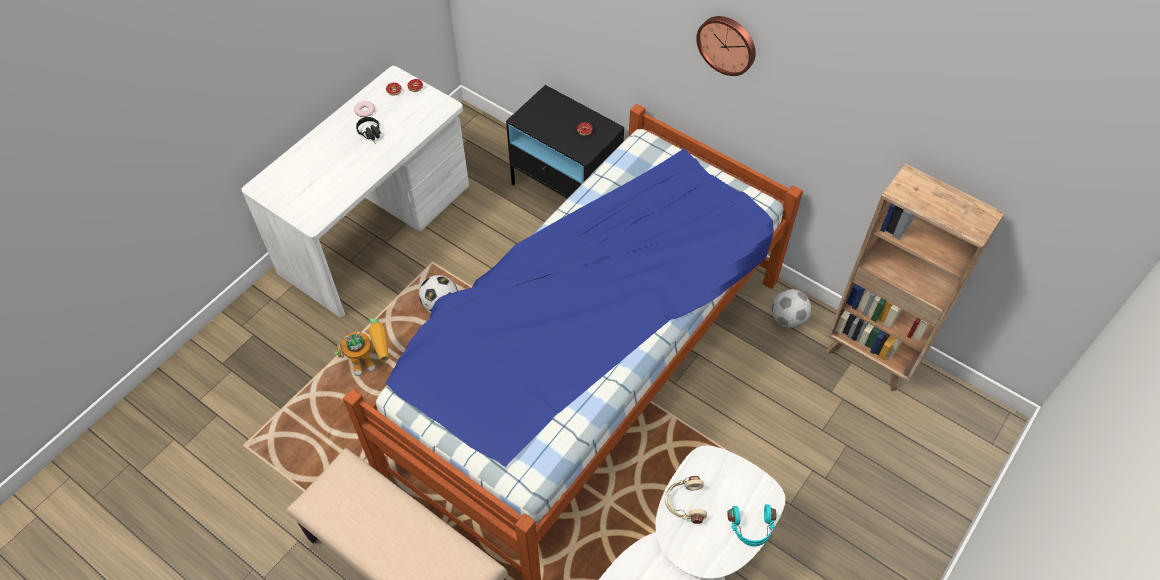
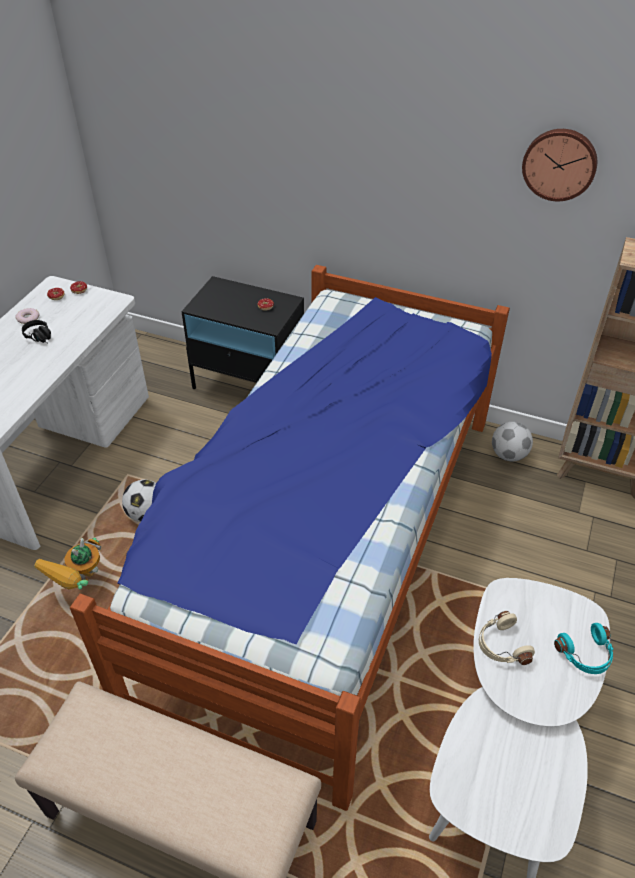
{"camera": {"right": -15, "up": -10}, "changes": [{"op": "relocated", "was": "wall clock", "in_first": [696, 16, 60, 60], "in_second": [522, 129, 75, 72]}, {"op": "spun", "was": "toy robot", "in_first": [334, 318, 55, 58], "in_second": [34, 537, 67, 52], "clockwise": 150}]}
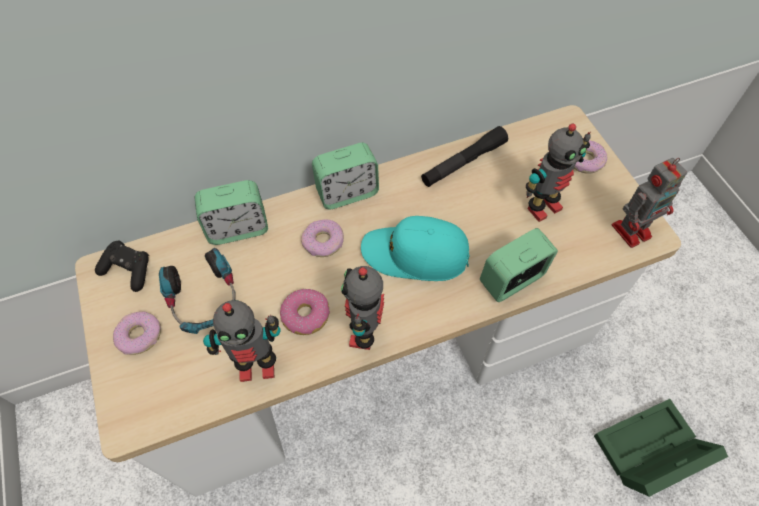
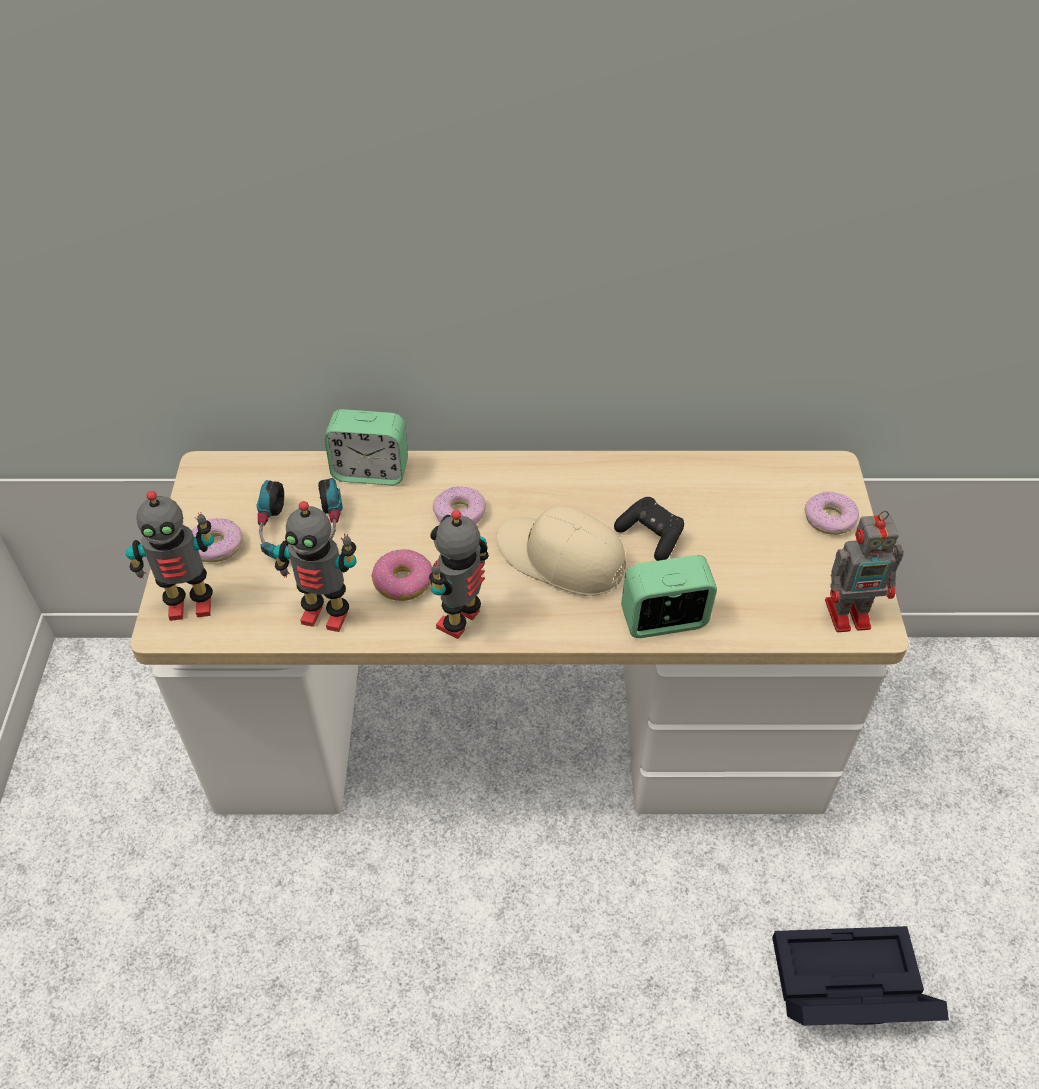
{"camera": {"right": 20, "up": -10}, "changes": [{"op": "relocated", "was": "toy robot", "in_first": [526, 123, 65, 99], "in_second": [126, 491, 88, 130]}, {"op": "missing", "was": "black flashlight", "in_first": [421, 126, 87, 61]}, {"op": "missing", "was": "alarm clock", "in_first": [312, 143, 67, 66]}, {"op": "colour", "was": "turquoise cap", "now": "beige cap", "in_first": [361, 216, 108, 65], "in_second": [496, 506, 130, 90]}, {"op": "relocated", "was": "black game controller", "in_first": [95, 241, 54, 51], "in_second": [614, 497, 70, 64]}, {"op": "colour", "was": "green storage box", "now": "black storage box", "in_first": [594, 399, 134, 98], "in_second": [772, 926, 177, 100]}]}
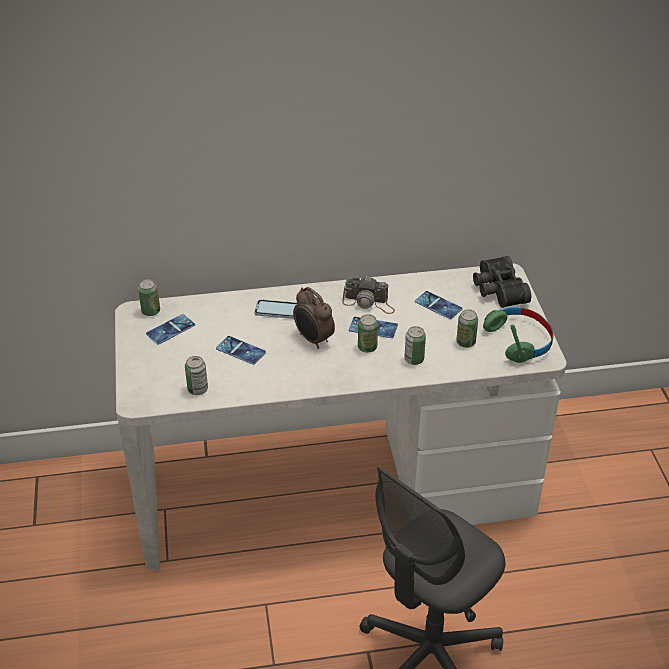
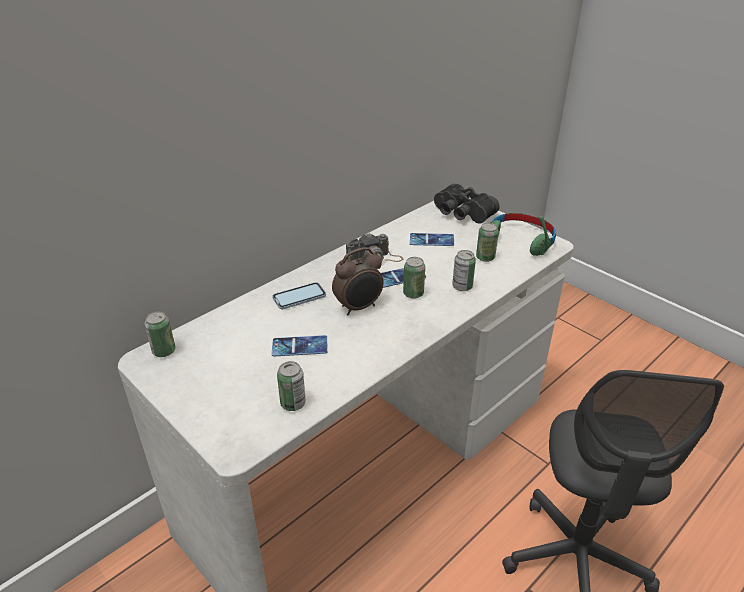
{"camera": {"right": -35, "up": -5}, "changes": [{"op": "spun", "was": "alarm clock", "in_first": [293, 287, 42, 62], "in_second": [332, 247, 52, 68], "clockwise": -45}, {"op": "missing", "was": "phone", "in_first": [146, 314, 49, 30]}]}
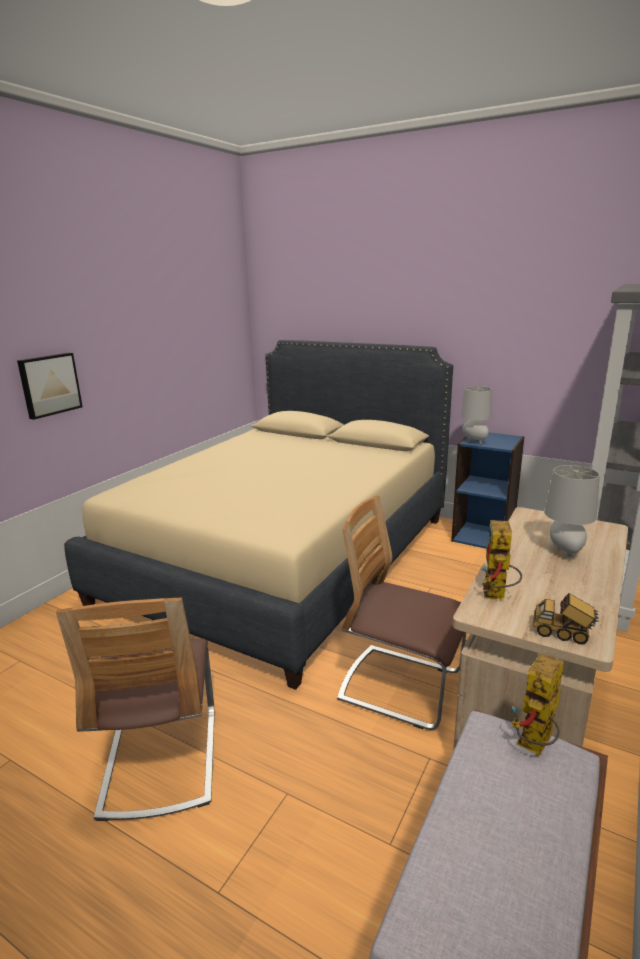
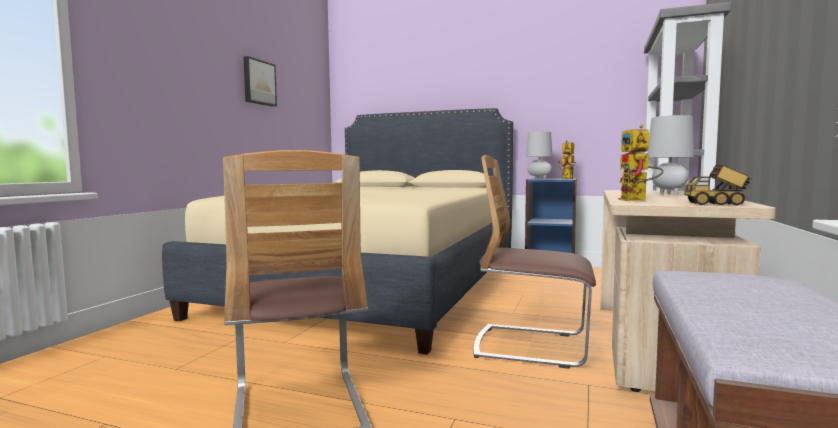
{"camera": {"right": -10, "up": -15}, "changes": [{"op": "relocated", "was": "picture", "in_first": [17, 353, 66, 67], "in_second": [243, 56, 34, 51]}, {"op": "relocated", "was": "toy robot", "in_first": [511, 653, 53, 103], "in_second": [558, 140, 18, 39]}]}
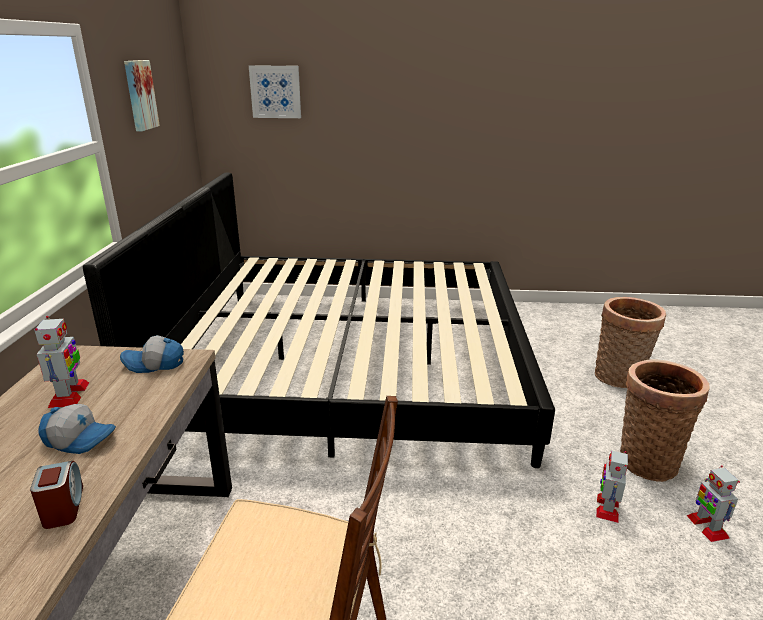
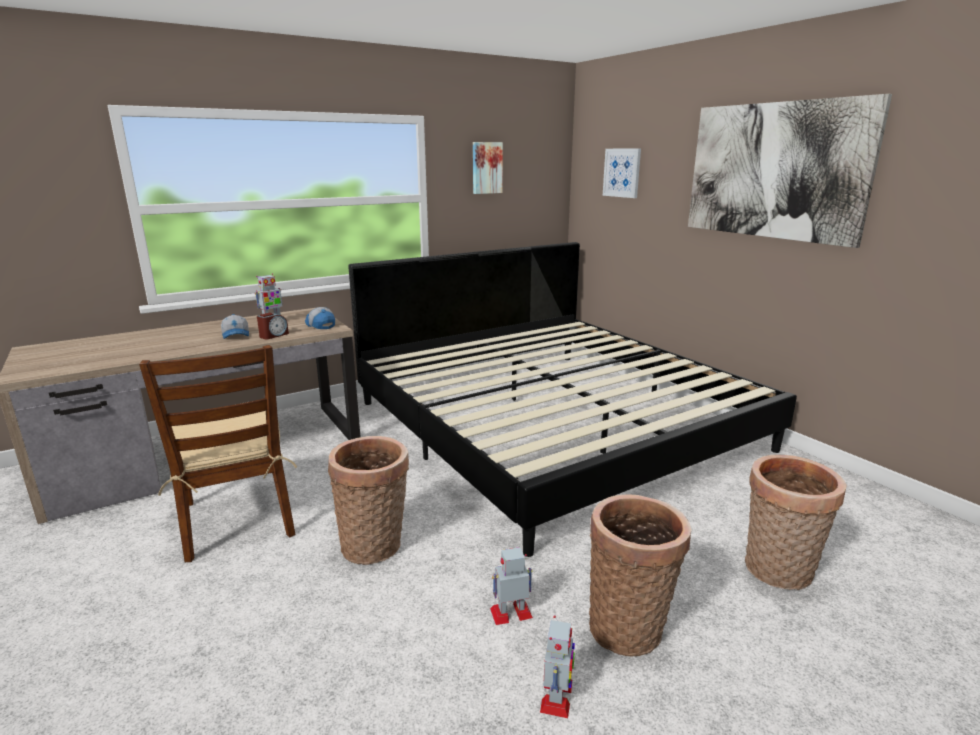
{"camera": {"right": 55, "up": -5}, "changes": [{"op": "relocated", "was": "alarm clock", "in_first": [30, 461, 53, 68], "in_second": [257, 313, 32, 26]}, {"op": "spun", "was": "toy robot", "in_first": [687, 465, 53, 77], "in_second": [540, 615, 35, 103], "clockwise": 150}, {"op": "appeared", "now": "picture", "in_second": [688, 94, 204, 154]}, {"op": "appeared", "now": "basket", "in_second": [328, 436, 81, 129]}]}
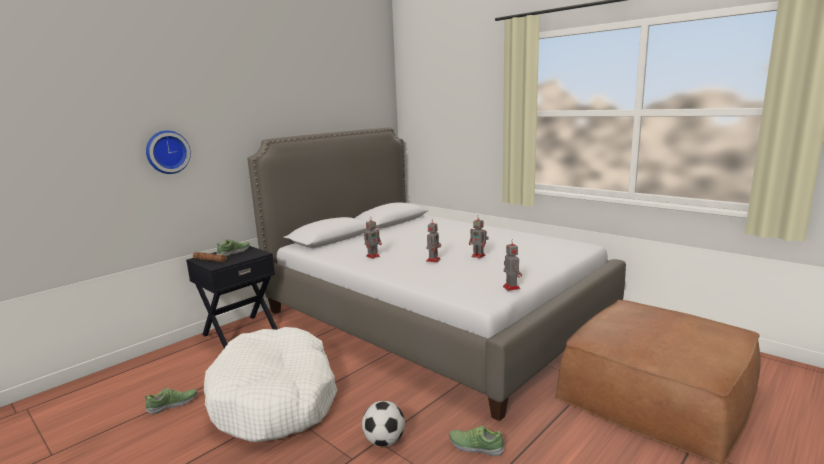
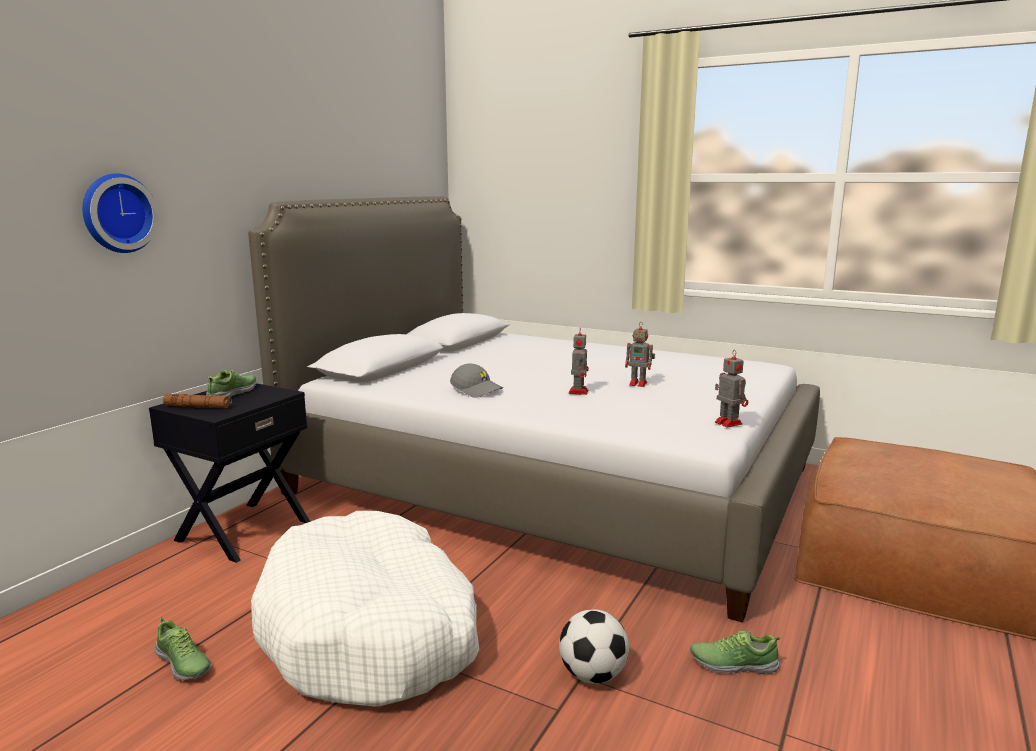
{"camera": {"right": -15, "up": 0}, "changes": [{"op": "exchanged", "was": "toy robot", "now": "grey cap", "in_first": [364, 217, 18, 42], "in_second": [450, 363, 53, 35]}, {"op": "spun", "was": "shoe", "in_first": [144, 388, 53, 26], "in_second": [154, 617, 57, 63], "clockwise": 90}]}
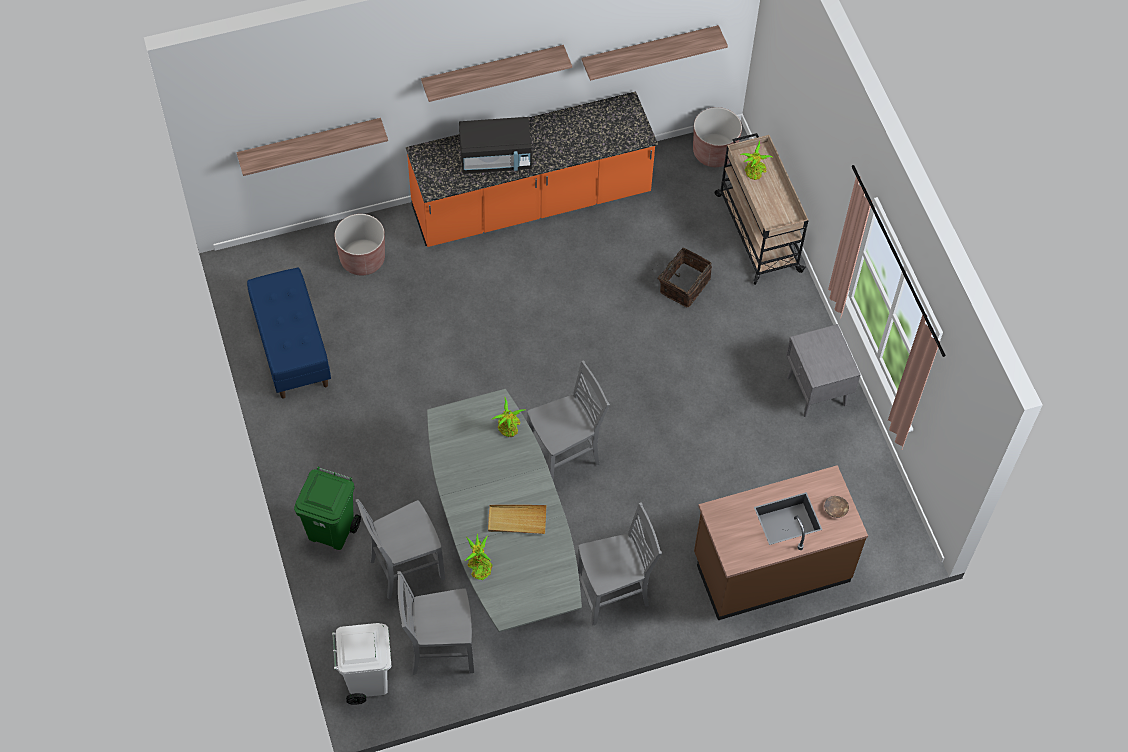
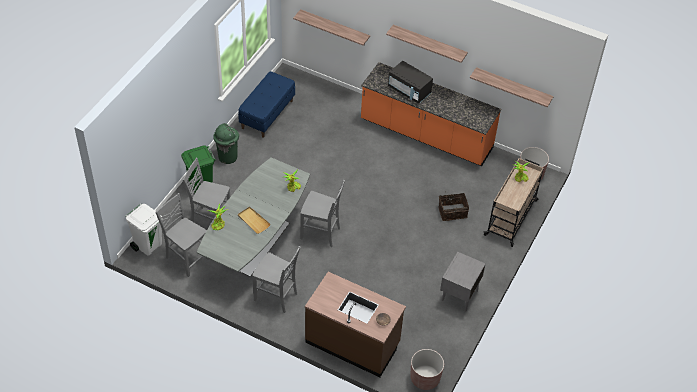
{"camera": {"right": 45, "up": -10}, "changes": [{"op": "relocated", "was": "brown planter", "in_first": [334, 214, 51, 61], "in_second": [410, 349, 34, 41]}, {"op": "appeared", "now": "green trash can", "in_second": [213, 123, 26, 41]}]}
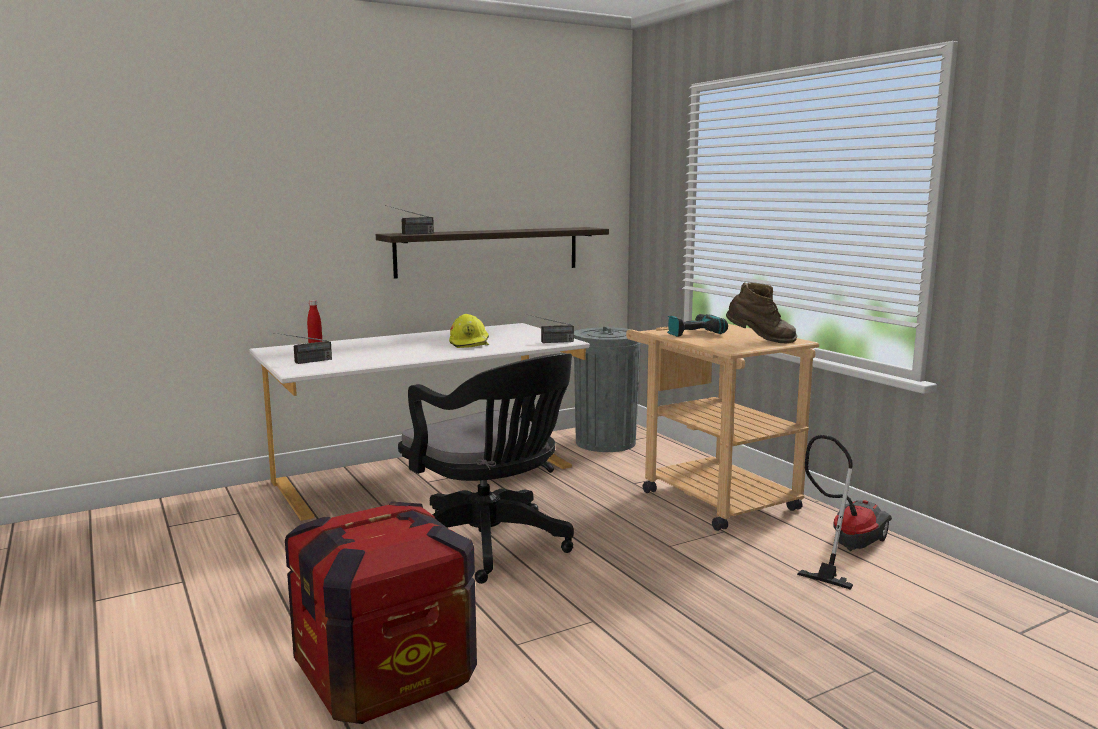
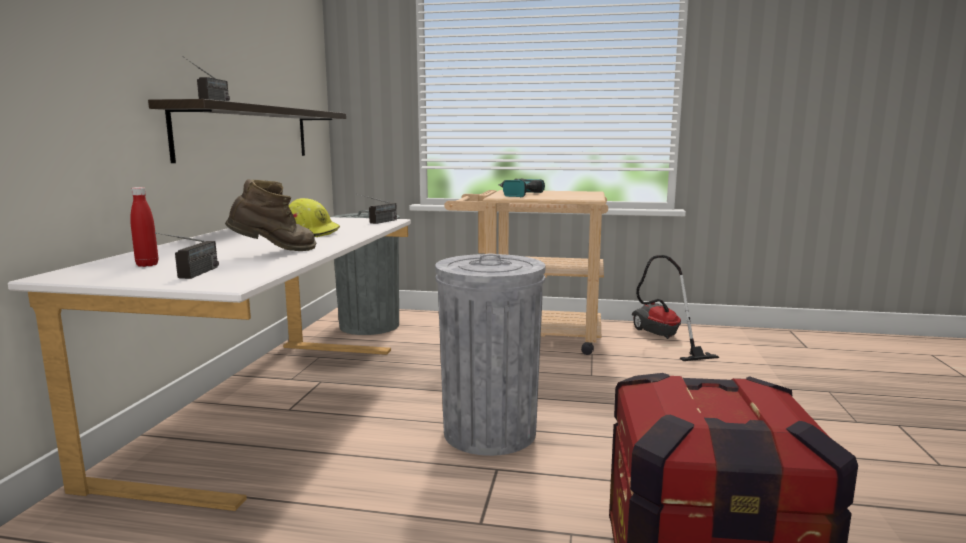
{"camera": {"right": -50, "up": 0}, "changes": [{"op": "relocated", "was": "brown boot", "in_first": [726, 283, 71, 60], "in_second": [225, 179, 91, 72]}, {"op": "exchanged", "was": "black office chair", "now": "grey trash can", "in_first": [398, 353, 176, 231], "in_second": [435, 253, 110, 203]}]}
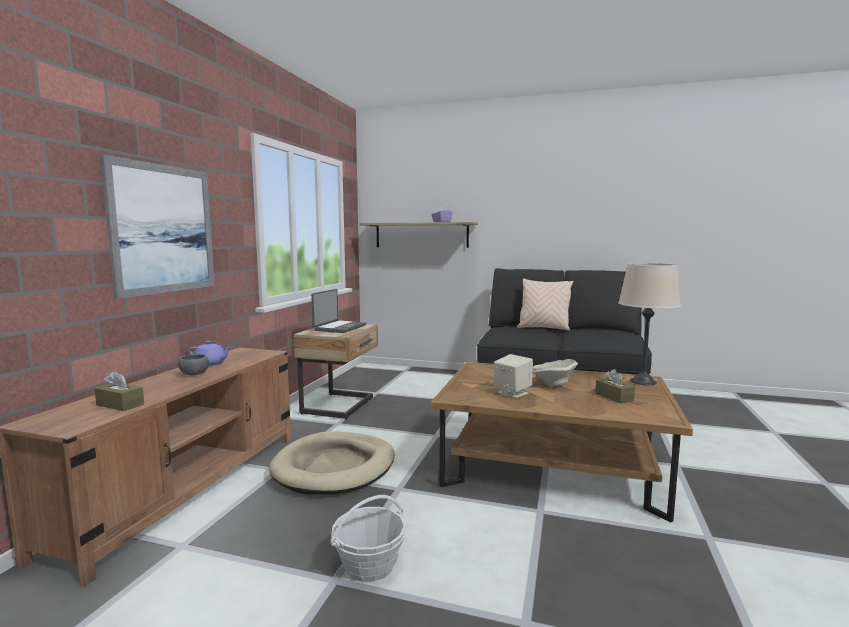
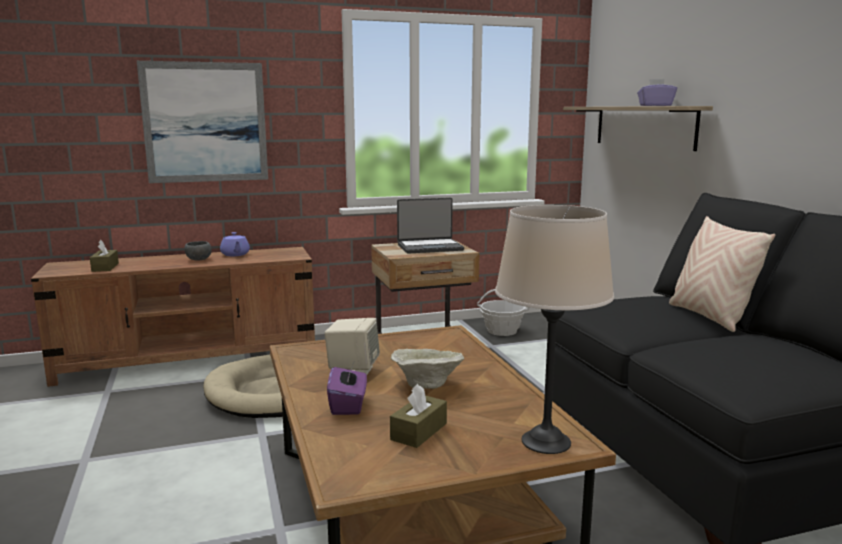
{"camera": {"right": 55, "up": 5}, "changes": [{"op": "relocated", "was": "basket", "in_first": [330, 495, 76, 87], "in_second": [477, 289, 52, 47]}, {"op": "appeared", "now": "purple tissue box", "in_second": [327, 360, 40, 55]}]}
